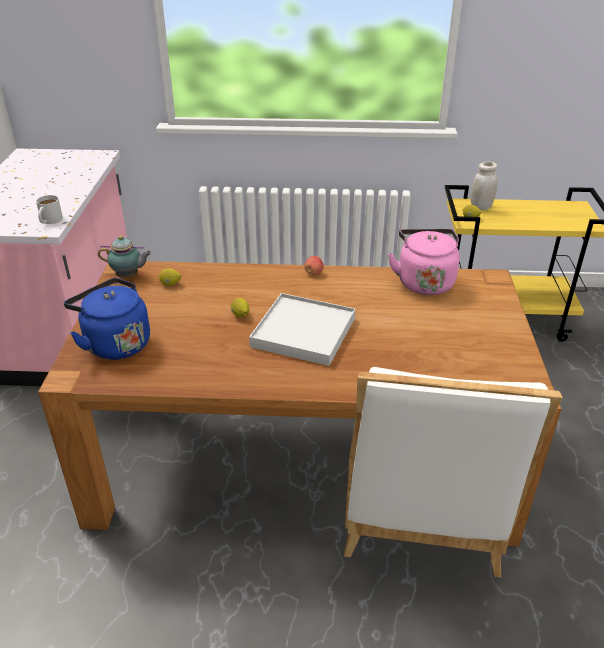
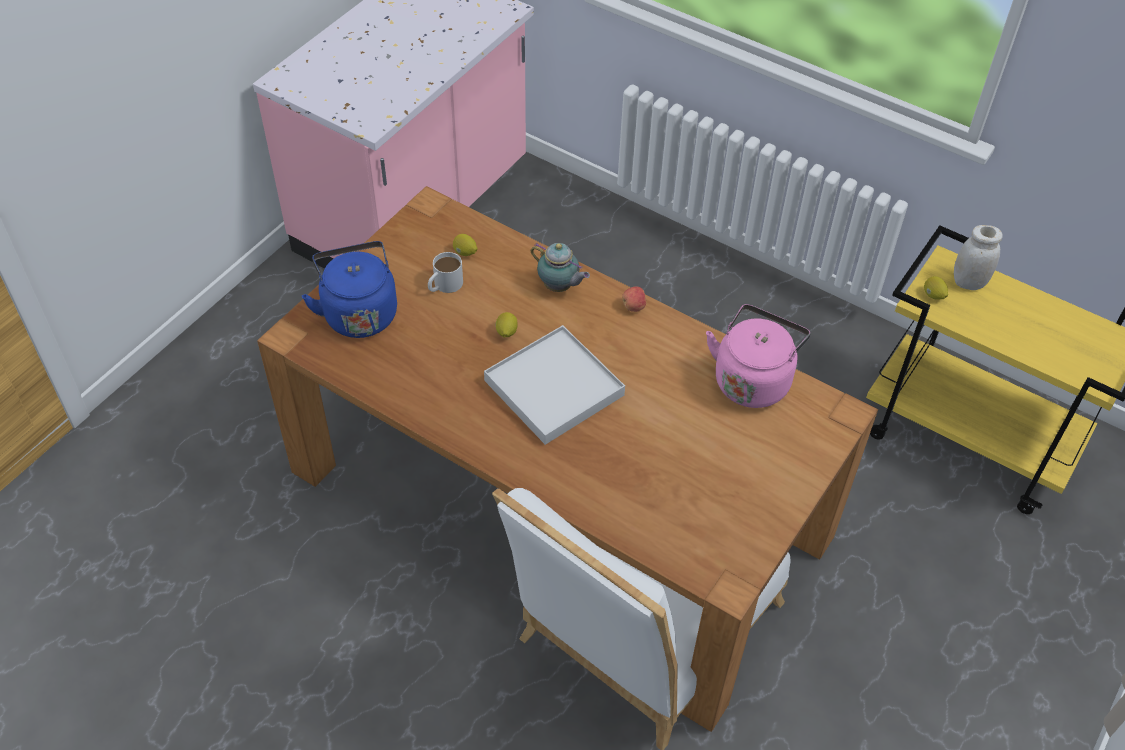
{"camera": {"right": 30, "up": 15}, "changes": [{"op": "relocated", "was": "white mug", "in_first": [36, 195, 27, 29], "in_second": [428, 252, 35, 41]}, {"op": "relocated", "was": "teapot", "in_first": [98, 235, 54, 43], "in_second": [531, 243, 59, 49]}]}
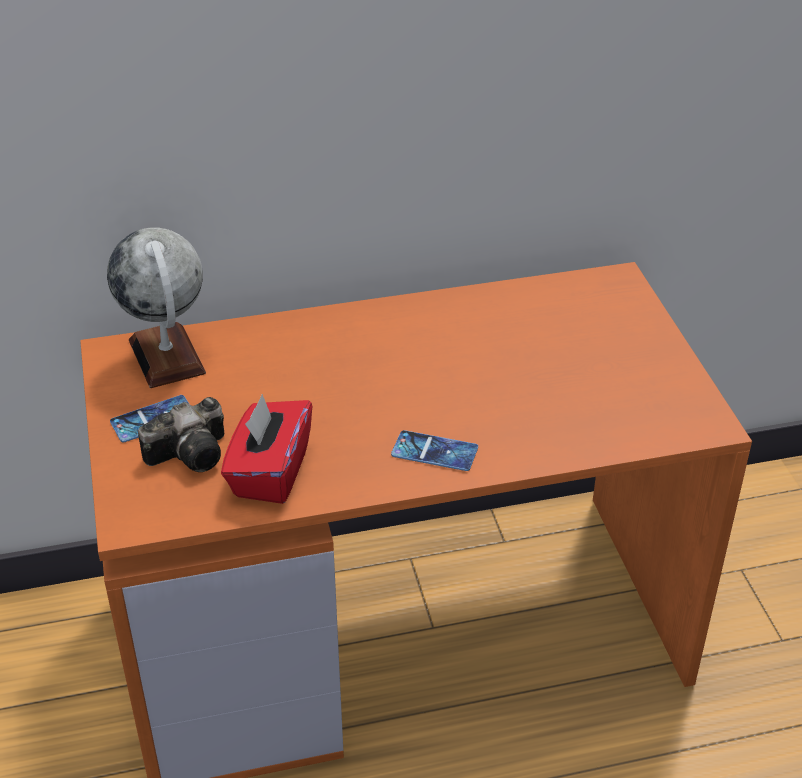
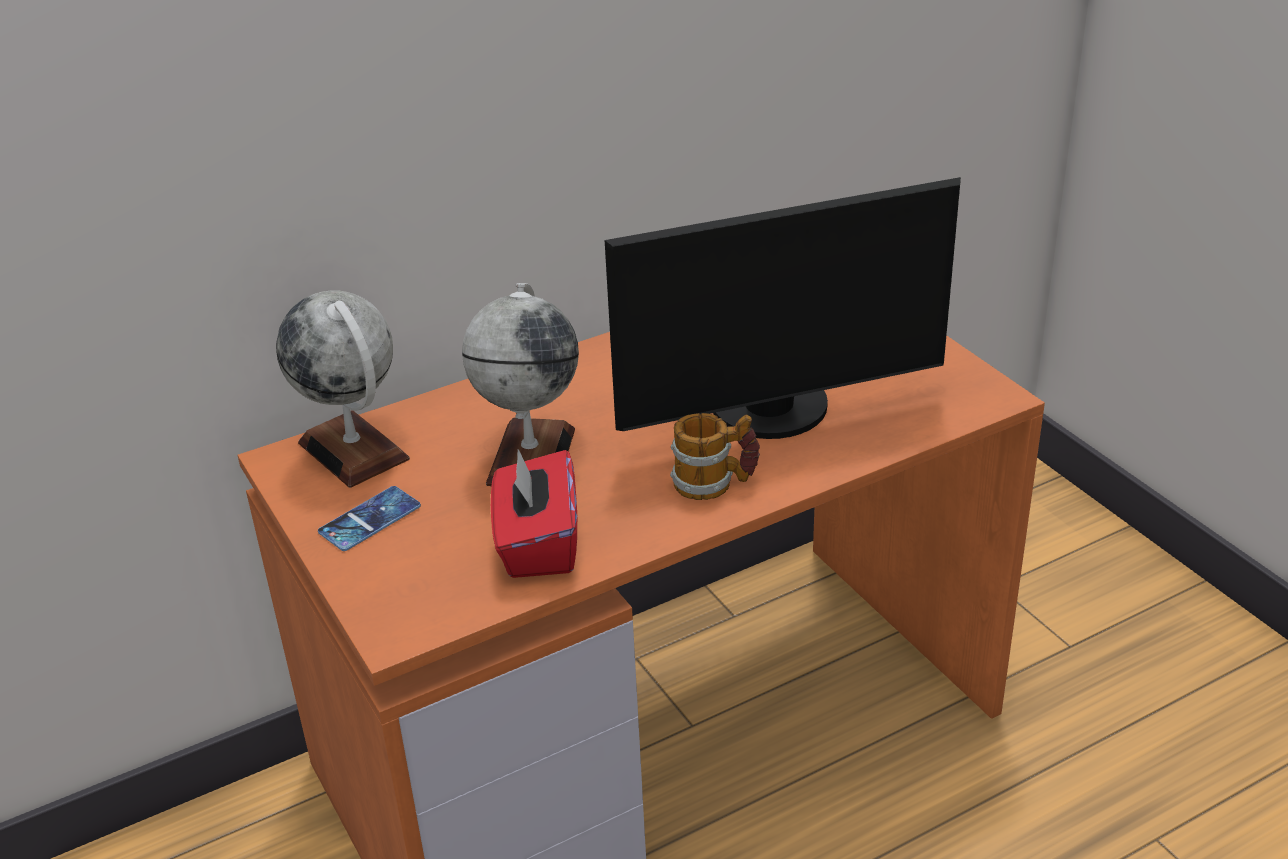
{"camera": {"right": -15, "up": -5}, "changes": [{"op": "missing", "was": "photo camera", "in_first": [138, 397, 86, 75]}, {"op": "exchanged", "was": "phone", "now": "mug", "in_first": [391, 430, 87, 41], "in_second": [670, 413, 90, 87]}, {"op": "appeared", "now": "monitor", "in_second": [605, 177, 356, 262]}, {"op": "appeared", "now": "globe", "in_second": [462, 283, 117, 203]}]}
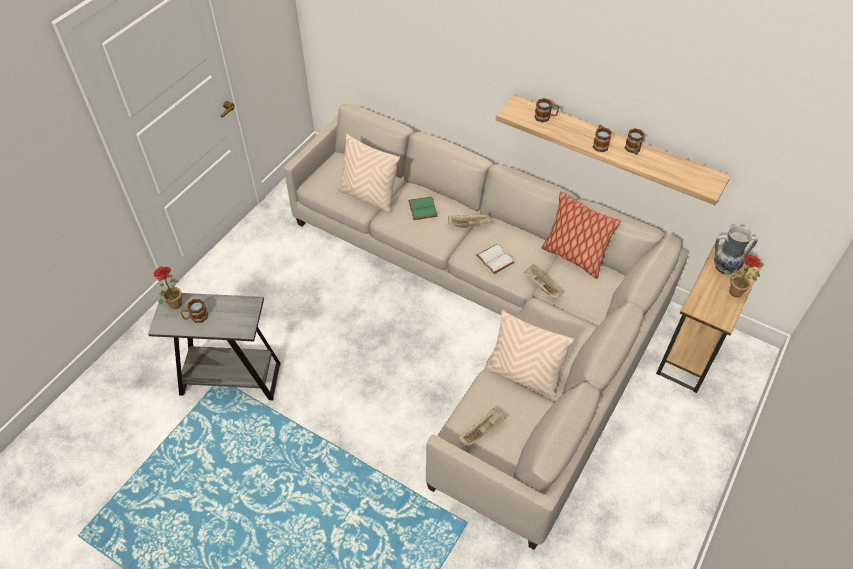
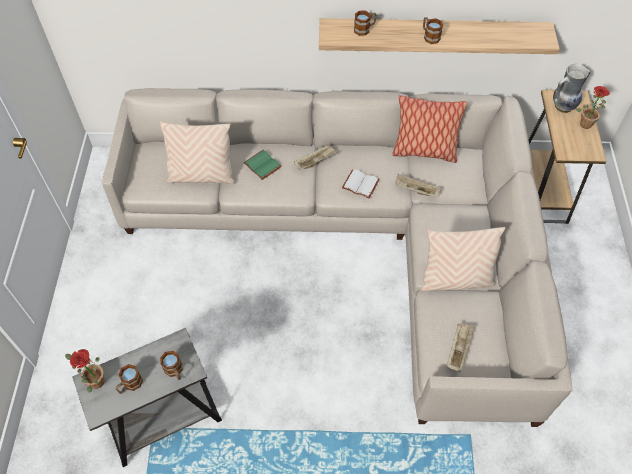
{"camera": {"right": -30, "up": 5}, "changes": [{"op": "relocated", "was": "mug", "in_first": [625, 128, 20, 27], "in_second": [160, 351, 22, 29]}]}
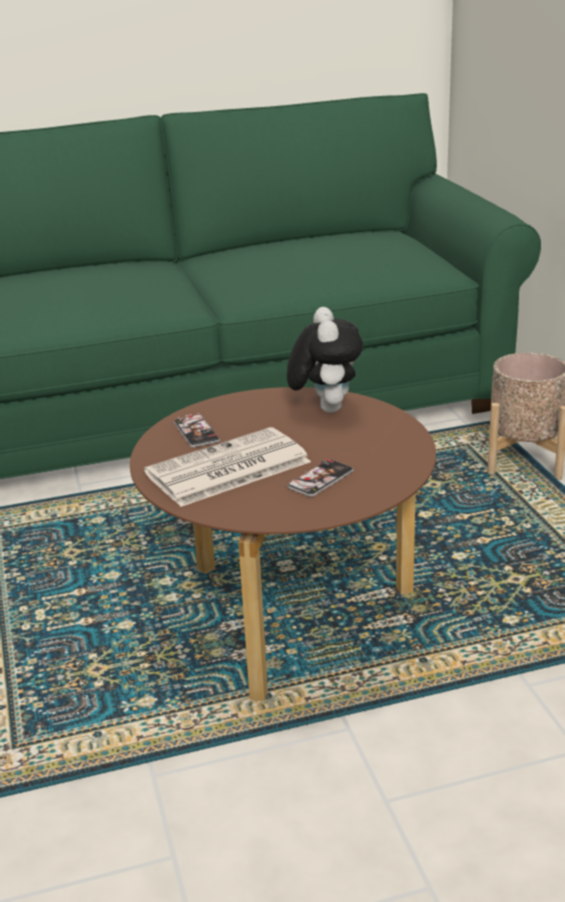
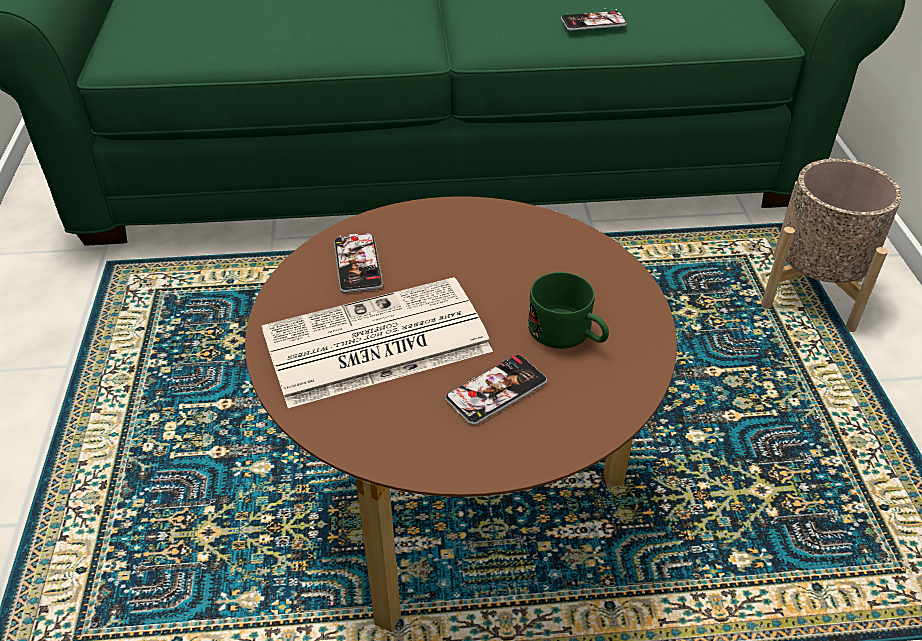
{"camera": {"right": 10, "up": 15}, "changes": [{"op": "missing", "was": "plush toy", "in_first": [287, 307, 76, 106]}, {"op": "appeared", "now": "phone", "in_second": [561, 9, 66, 22]}, {"op": "appeared", "now": "green mug", "in_second": [528, 272, 81, 77]}]}
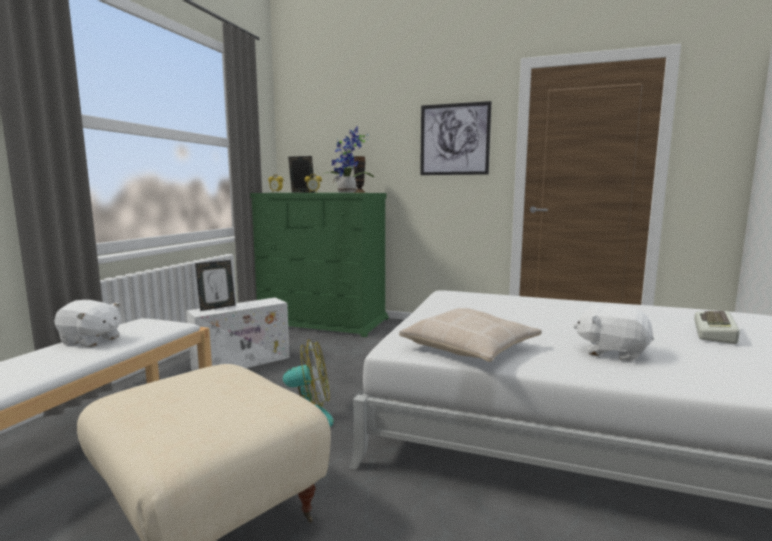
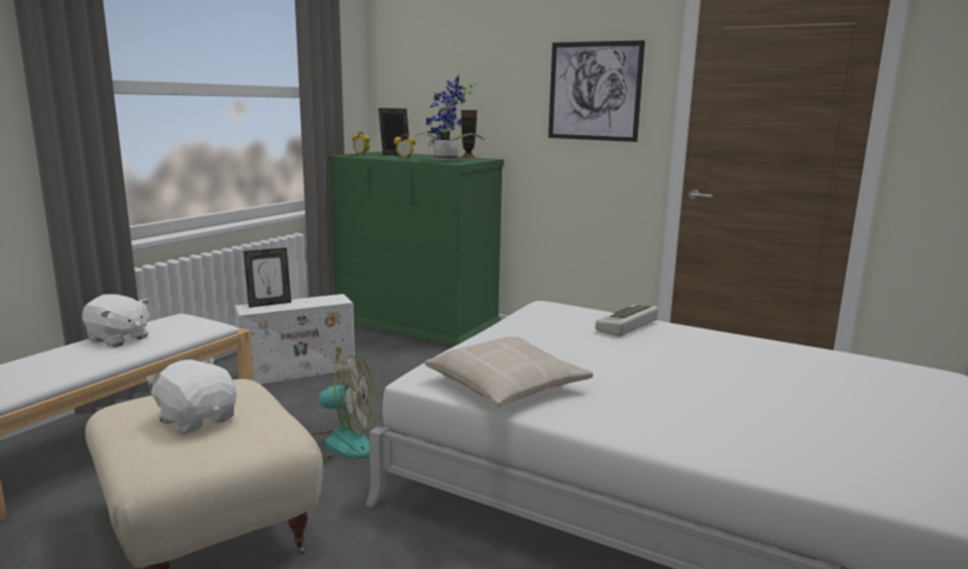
{"camera": {"right": 10, "up": 5}, "changes": [{"op": "relocated", "was": "white plush toy", "in_first": [573, 305, 81, 57], "in_second": [146, 358, 90, 77]}, {"op": "relocated", "was": "keyboard", "in_first": [694, 311, 46, 33], "in_second": [595, 305, 63, 31]}]}
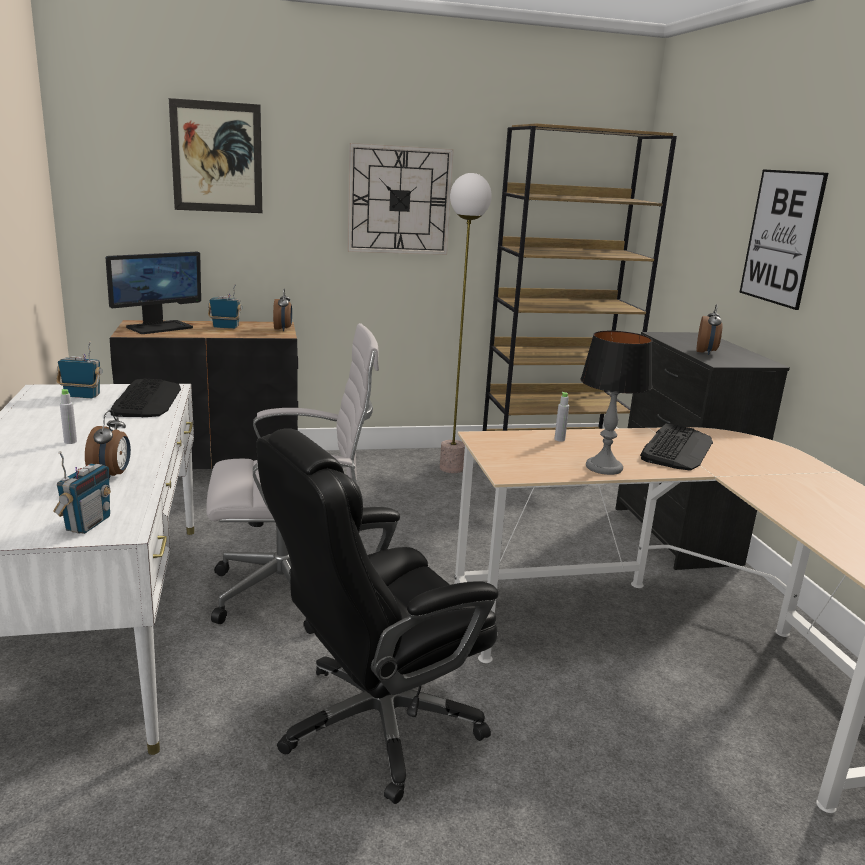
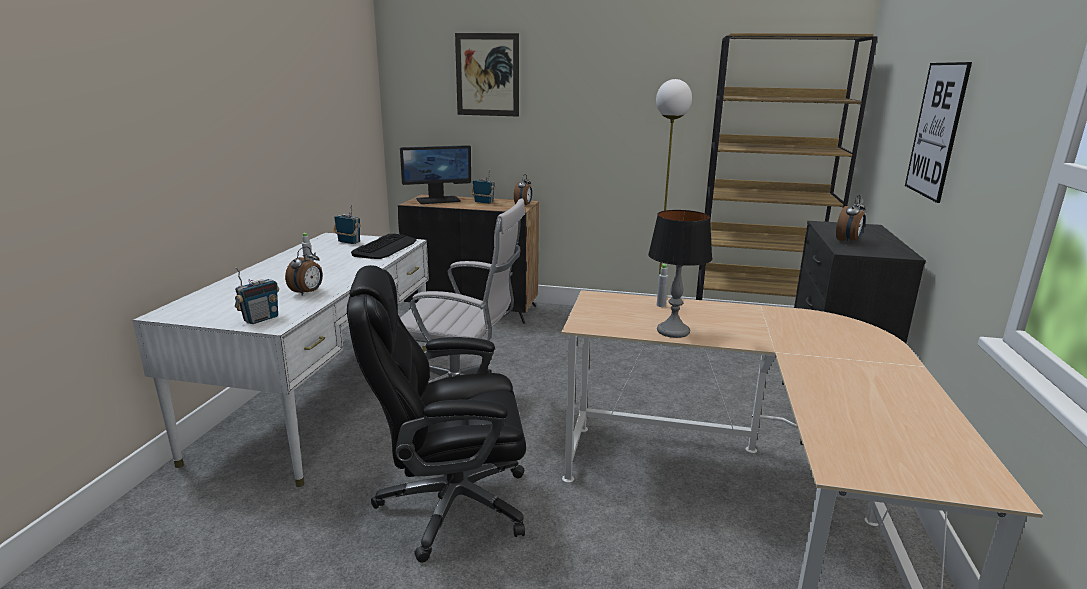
{"camera": {"right": 25, "up": 0}, "changes": [{"op": "missing", "was": "wall clock", "in_first": [347, 143, 107, 112]}, {"op": "missing", "was": "keyboard", "in_first": [640, 424, 73, 47]}]}
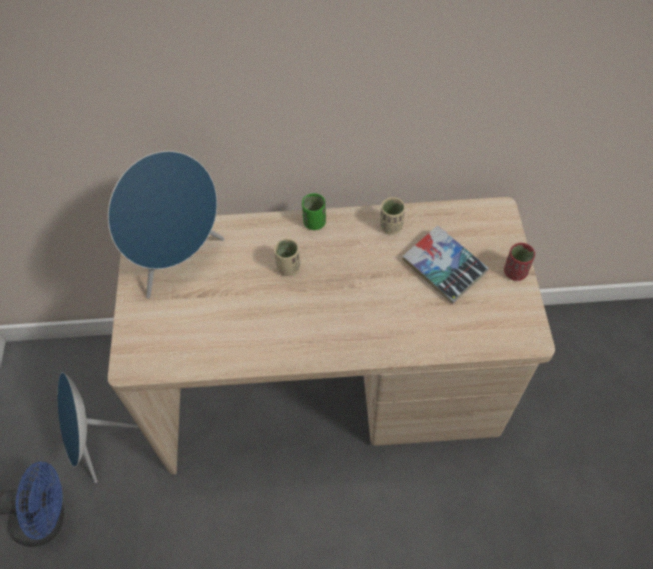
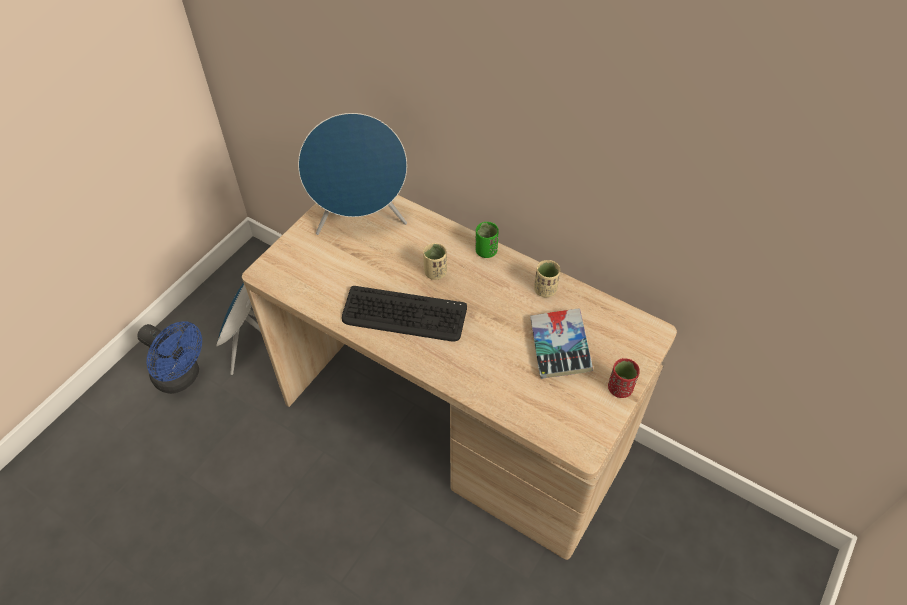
{"camera": {"right": 35, "up": -5}, "changes": [{"op": "appeared", "now": "keyboard", "in_second": [342, 286, 125, 55]}]}
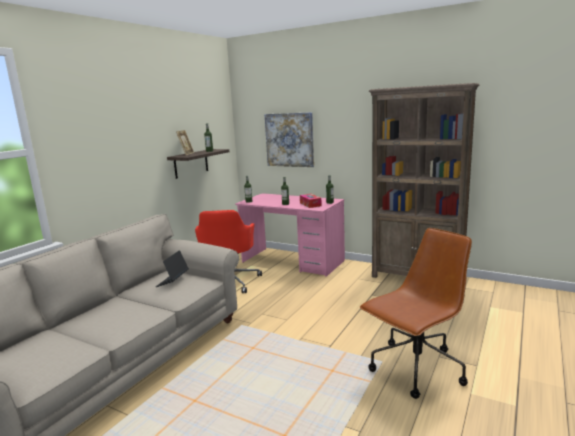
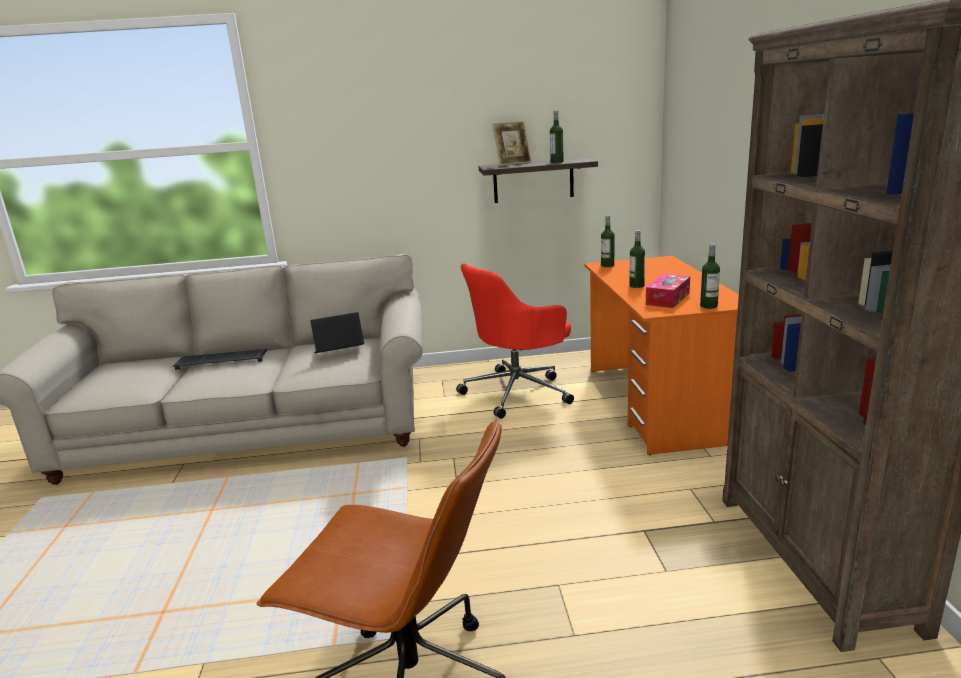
{"camera": {"right": 55, "up": 5}, "changes": [{"op": "missing", "was": "picture", "in_first": [265, 112, 49, 55]}, {"op": "colour", "was": "pink desk", "now": "orange desk", "in_first": [235, 193, 110, 84], "in_second": [585, 256, 154, 199]}, {"op": "appeared", "now": "keyboard", "in_second": [173, 349, 94, 21]}]}
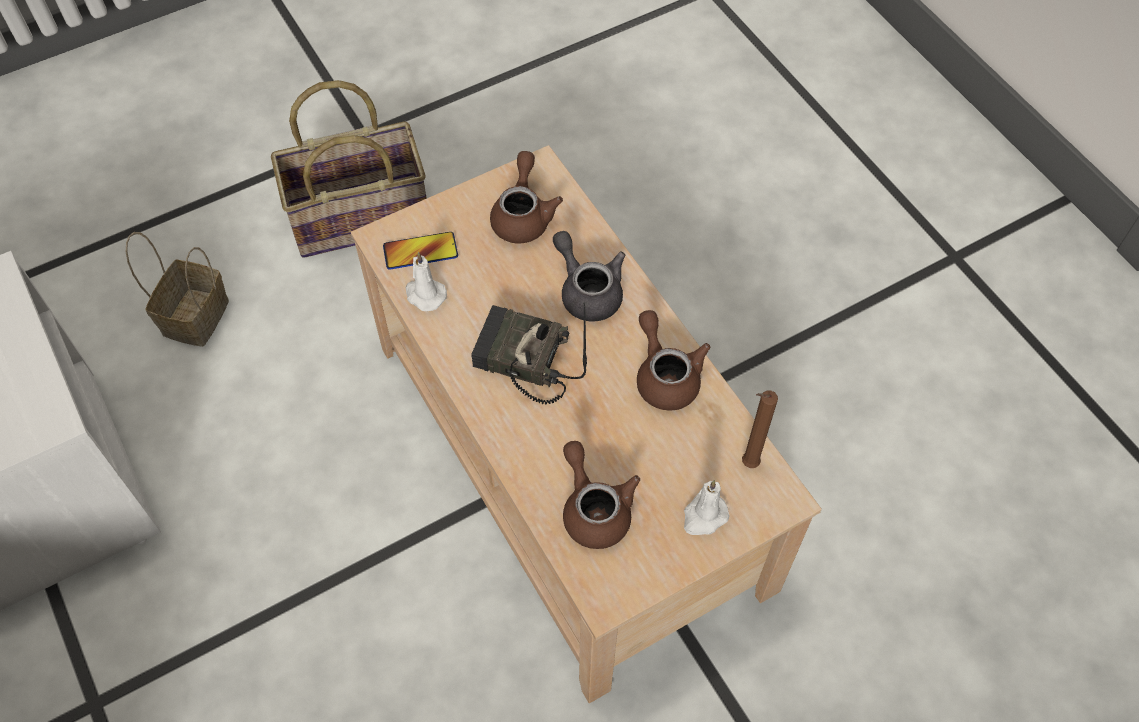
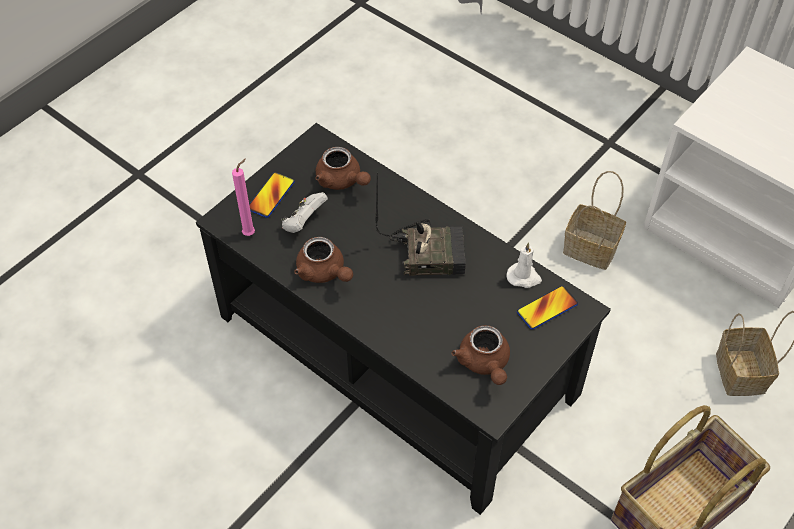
{"camera": {"right": 160, "up": -5}, "changes": [{"op": "colour", "was": "beige coffee table", "now": "black coffee table", "in_first": [351, 145, 471, 558], "in_second": [196, 123, 415, 392]}, {"op": "missing", "was": "grey teapot", "in_first": [553, 231, 72, 91]}, {"op": "colour", "was": "brown candle", "now": "pink candle", "in_first": [742, 391, 36, 77], "in_second": [232, 158, 23, 78]}, {"op": "exchanged", "was": "white candle", "now": "phone", "in_first": [684, 480, 45, 55], "in_second": [249, 172, 46, 46]}, {"op": "appeared", "now": "basket", "in_second": [563, 171, 63, 99]}, {"op": "appeared", "now": "white game controller", "in_second": [281, 192, 47, 41]}]}
